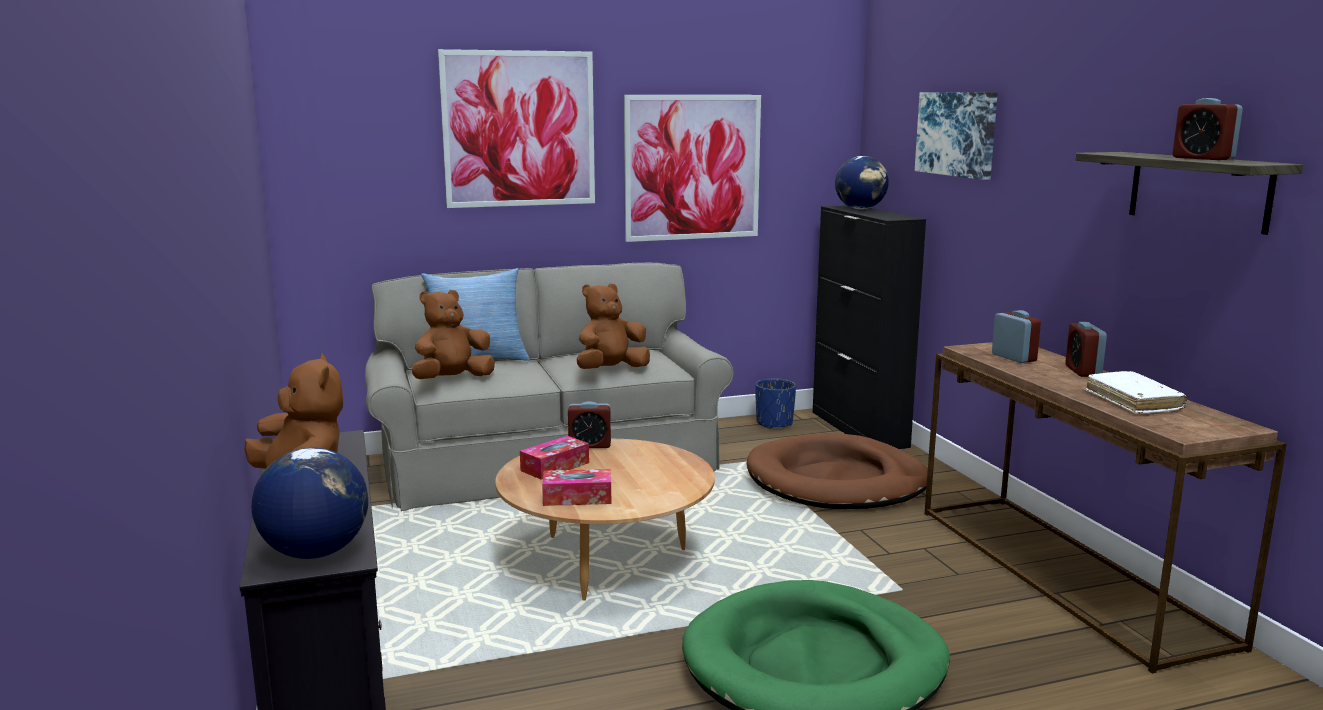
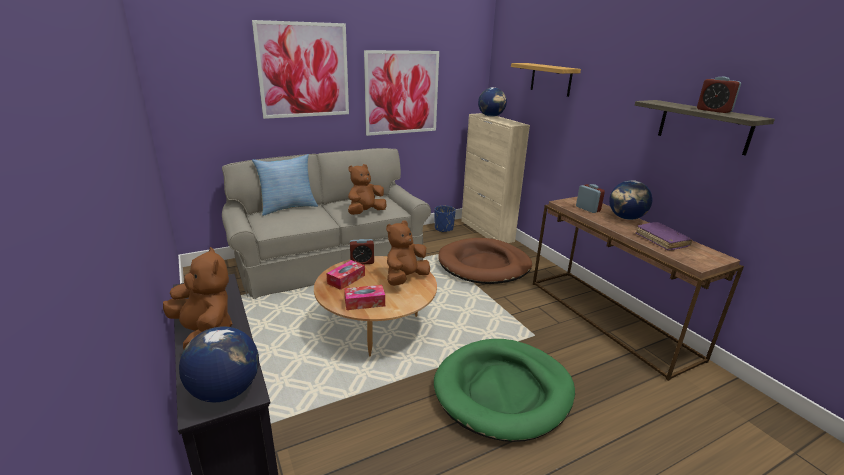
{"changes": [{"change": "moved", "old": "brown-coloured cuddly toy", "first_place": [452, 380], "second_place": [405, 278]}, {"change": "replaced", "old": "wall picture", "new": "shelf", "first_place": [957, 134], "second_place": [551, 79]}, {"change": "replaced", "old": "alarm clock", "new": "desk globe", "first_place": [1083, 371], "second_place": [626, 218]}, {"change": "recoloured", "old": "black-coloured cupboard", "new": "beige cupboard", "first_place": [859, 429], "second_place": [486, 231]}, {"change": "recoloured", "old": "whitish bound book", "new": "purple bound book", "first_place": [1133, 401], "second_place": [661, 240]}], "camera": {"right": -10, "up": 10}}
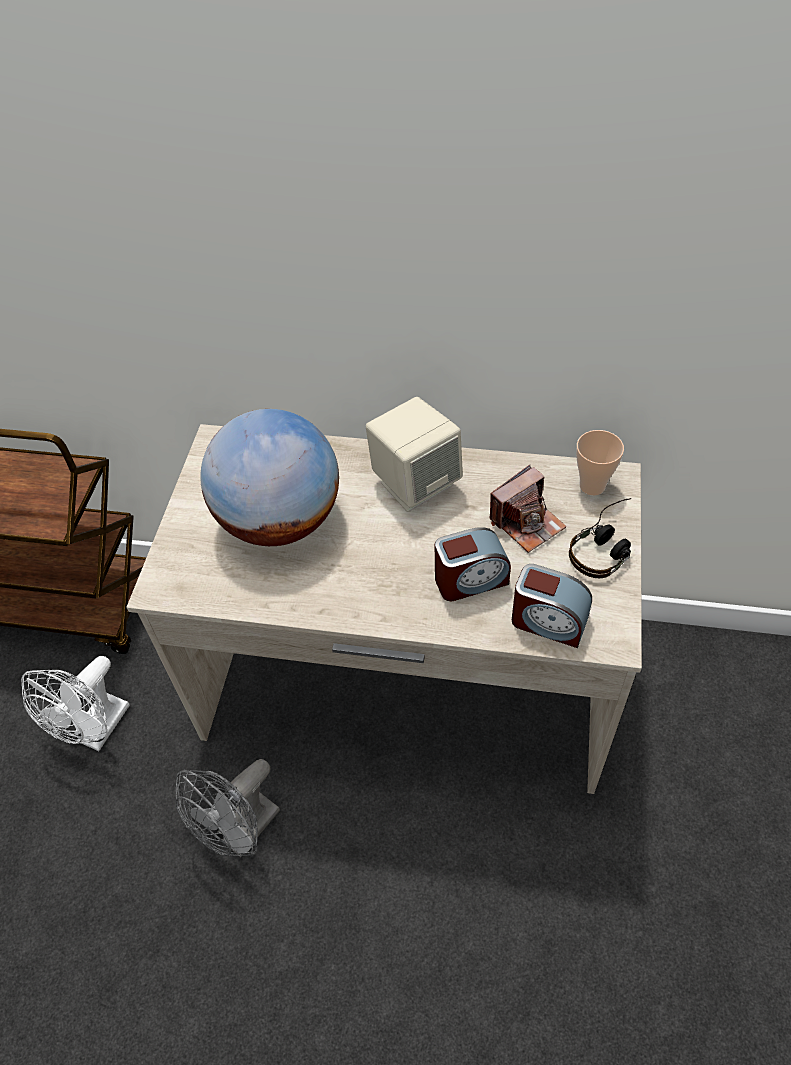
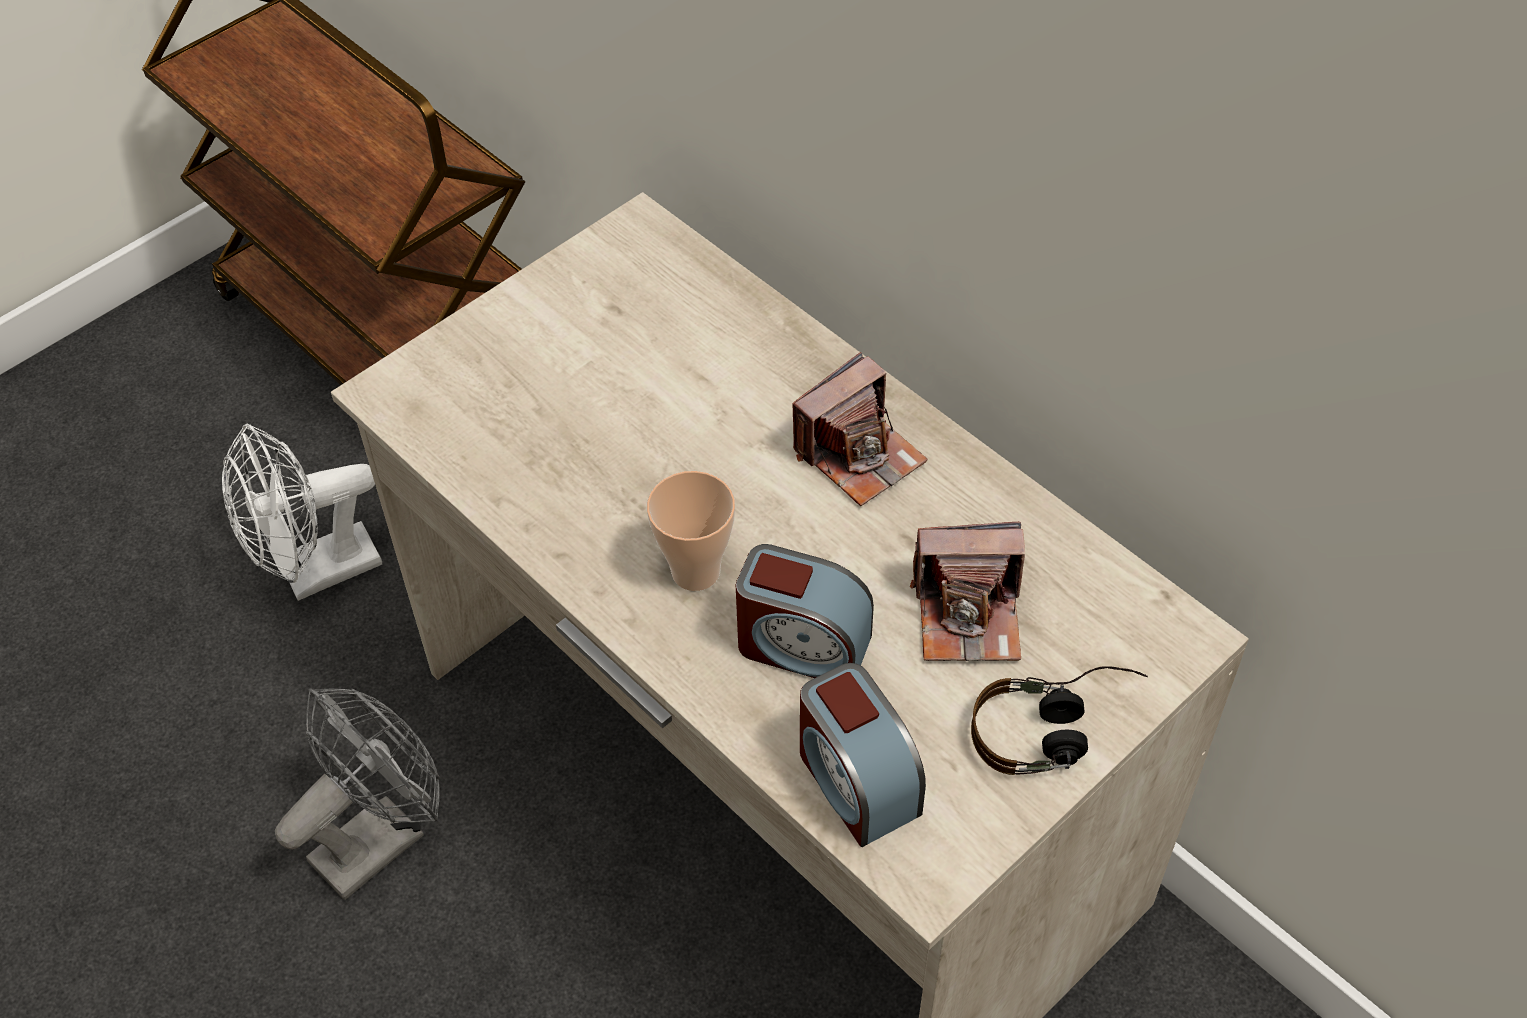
{"changes": [{"change": "removed", "old": "desk globe", "first_place": [280, 520]}, {"change": "moved", "old": "cup", "first_place": [592, 486], "second_place": [695, 571]}, {"change": "replaced", "old": "beige audio speaker", "new": "photo camera", "first_place": [415, 483], "second_place": [859, 454]}, {"change": "turned", "old": "grey cooling fan", "first_place": [241, 833], "second_place": [380, 836], "degrees": 150}], "camera": {"right": 35, "up": 0}}
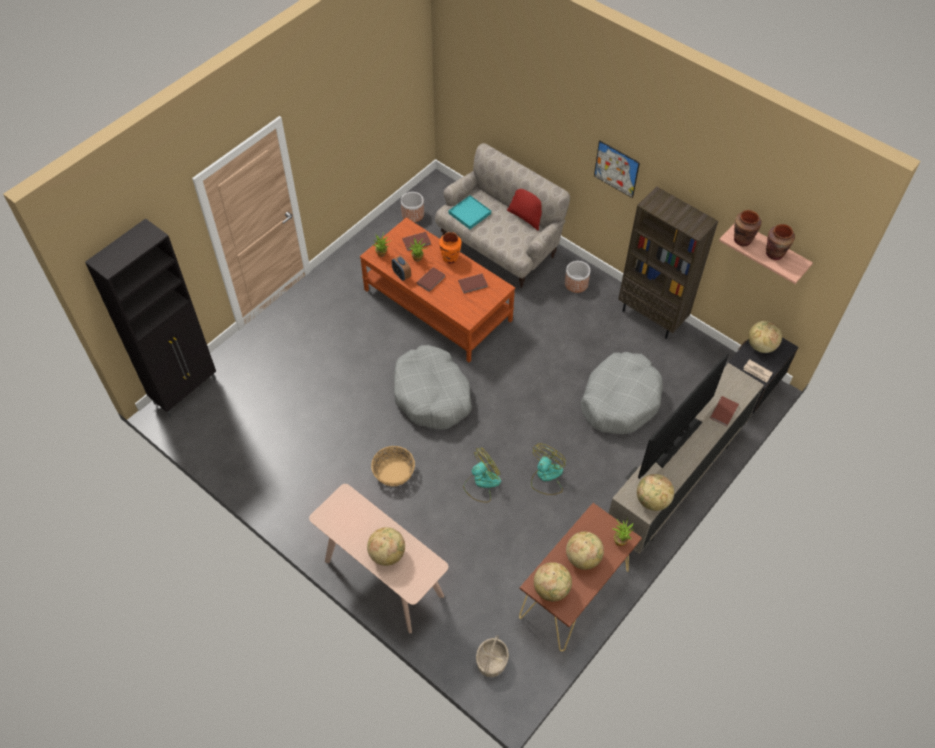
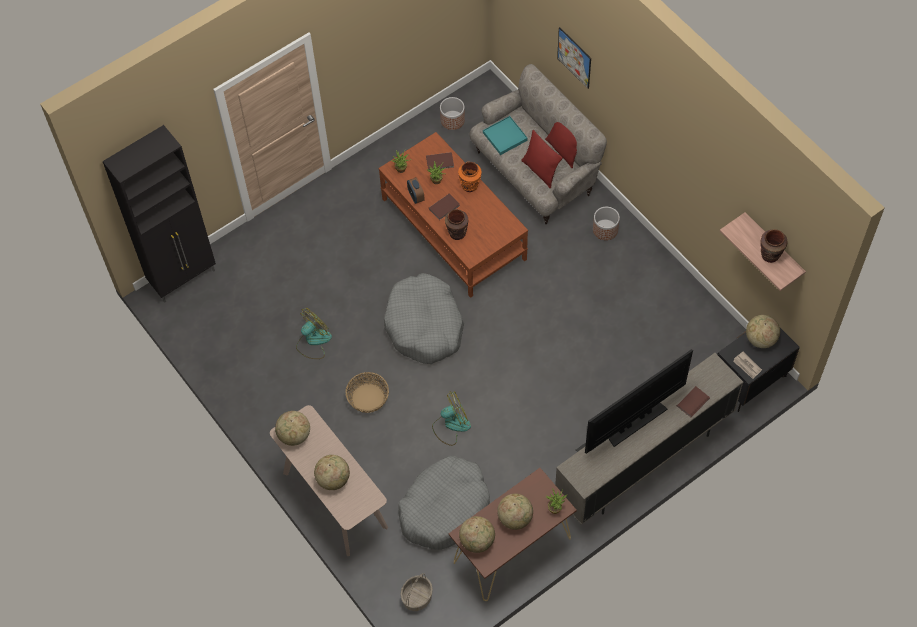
{"changes": [{"change": "removed", "old": "brown-coloured bound book", "first_place": [473, 284]}, {"change": "removed", "old": "brown-coloured shelving unit", "first_place": [652, 317]}, {"change": "added", "new": "red cushion", "second_place": [540, 171]}, {"change": "moved", "old": "cooling fan", "first_place": [546, 477], "second_place": [313, 341]}, {"change": "moved", "old": "grey dog bed", "first_place": [620, 400], "second_place": [445, 508]}, {"change": "moved", "old": "wall picture", "first_place": [616, 169], "second_place": [574, 58]}, {"change": "moved", "old": "desk globe", "first_place": [652, 501], "second_place": [294, 435]}, {"change": "moved", "old": "brown-coloured decorative vase", "first_place": [742, 240], "second_place": [457, 233]}], "camera": {"right": 15, "up": 5}}
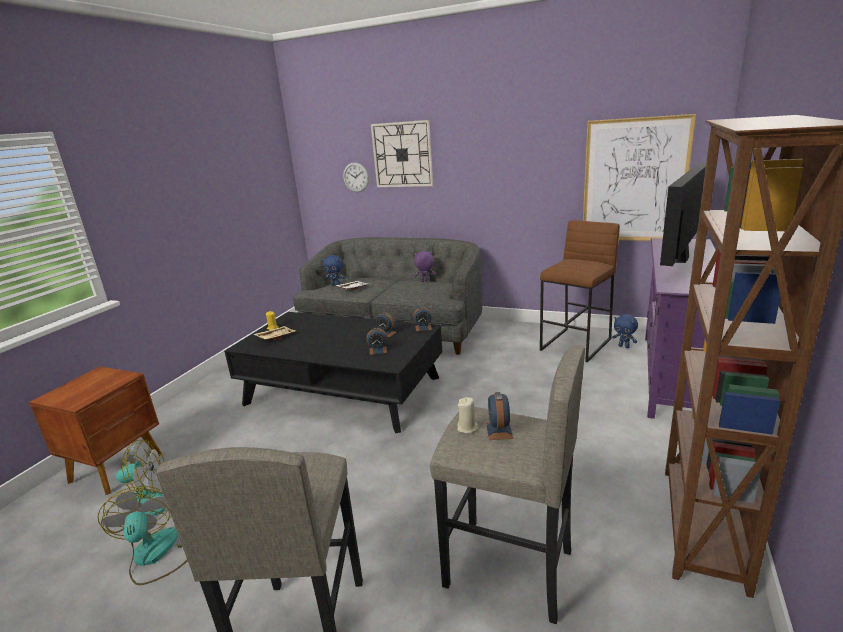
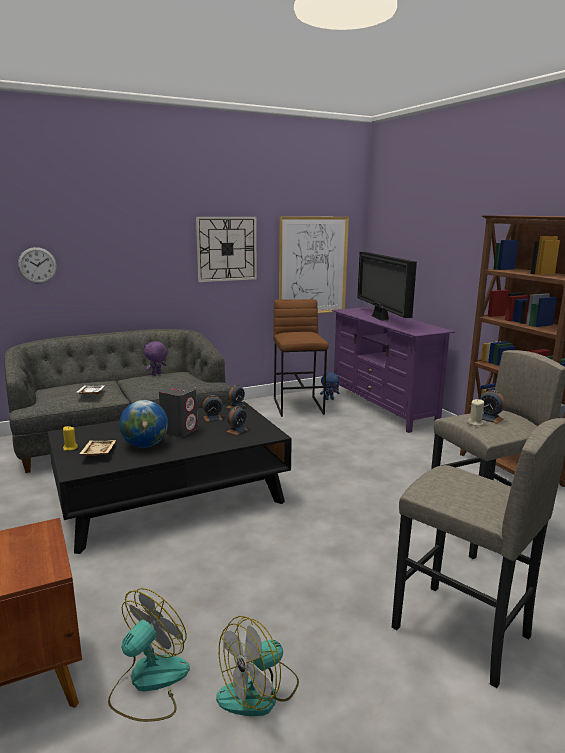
{"changes": [{"change": "removed", "old": "bluish cuddly toy", "first_place": [336, 284]}, {"change": "added", "new": "desk globe", "second_place": [145, 445]}, {"change": "added", "new": "grey audio speaker", "second_place": [180, 430]}, {"change": "moved", "old": "hanging clock", "first_place": [402, 154], "second_place": [227, 249]}, {"change": "turned", "old": "cooling fan", "first_place": [155, 556], "second_place": [259, 691], "degrees": -60}], "camera": {"right": -50, "up": -5}}
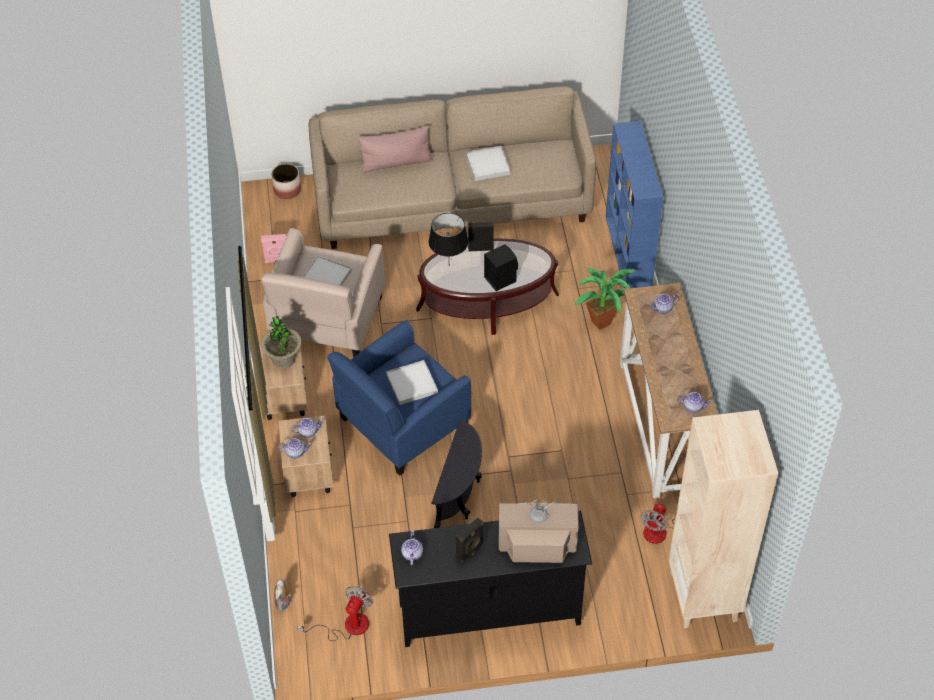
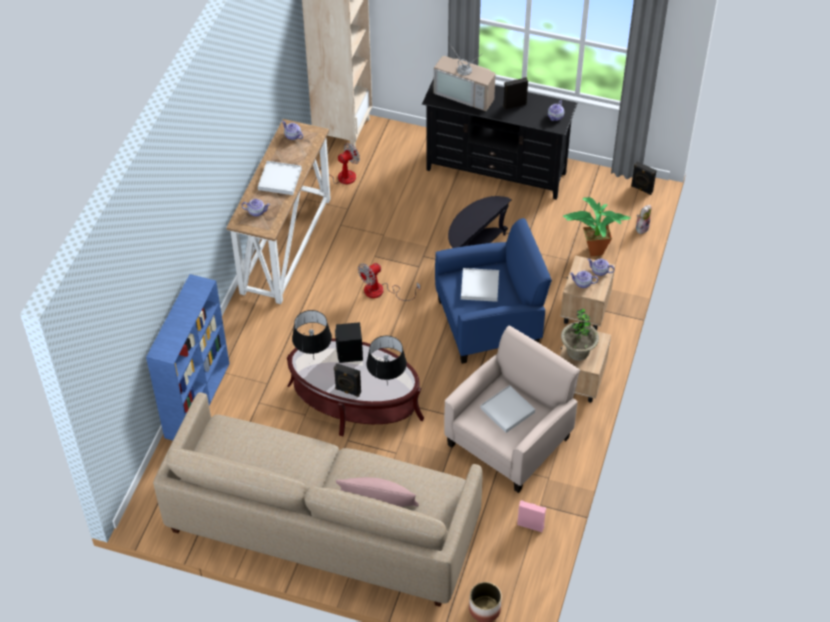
{"changes": [{"change": "added", "new": "black-coloured table lamp", "second_place": [313, 359]}, {"change": "added", "new": "black-coloured audio speaker", "second_place": [641, 189]}, {"change": "moved", "old": "cooling fan", "first_place": [347, 626], "second_place": [381, 291]}, {"change": "moved", "old": "whitish carrying tray", "first_place": [488, 165], "second_place": [279, 179]}, {"change": "moved", "old": "houseplant", "first_place": [605, 322], "second_place": [591, 250]}], "camera": {"right": -155, "up": 0}}
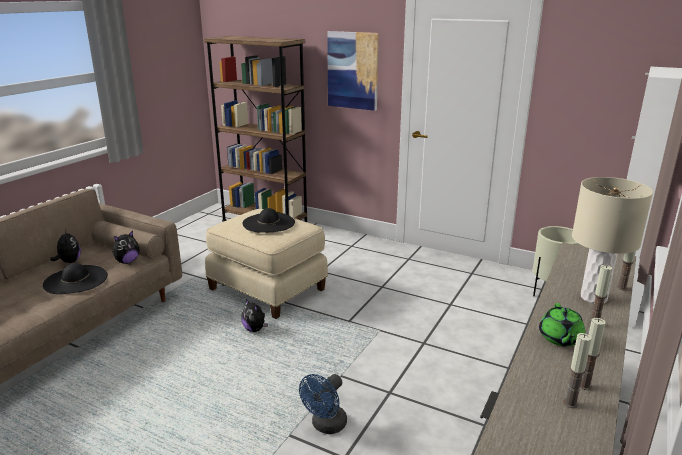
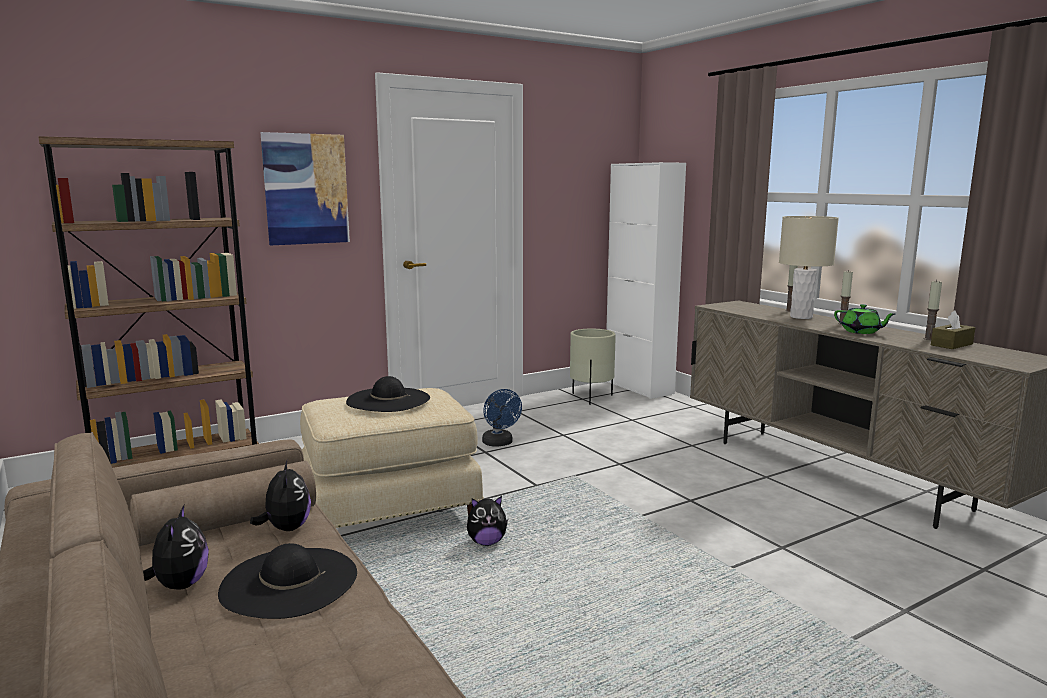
{"changes": [{"change": "moved", "old": "bluish cooling fan", "first_place": [326, 426], "second_place": [499, 443]}, {"change": "replaced", "old": "candle", "new": "brown-coloured tissue holder", "first_place": [570, 403], "second_place": [951, 344]}, {"change": "turned", "old": "cuddly toy", "first_place": [69, 262], "second_place": [179, 585], "degrees": 75}], "camera": {"right": -60, "up": -10}}
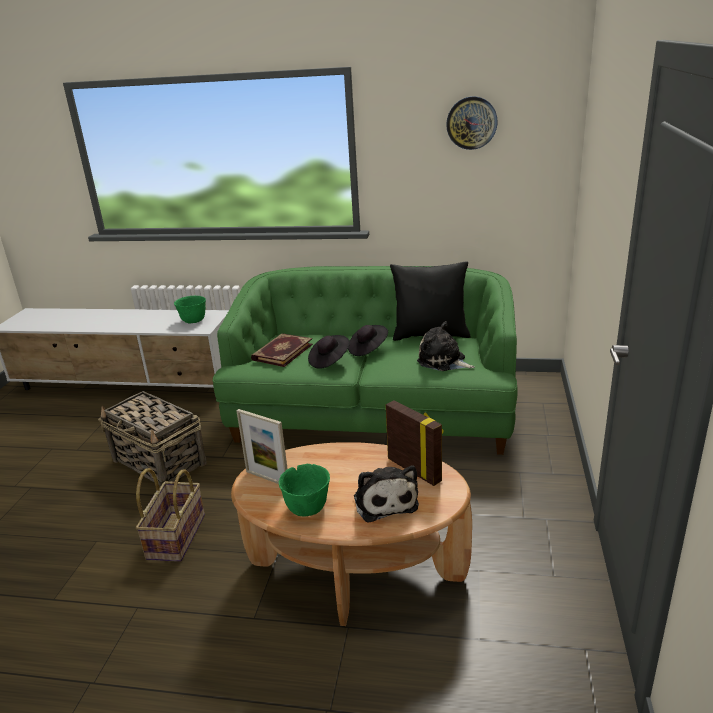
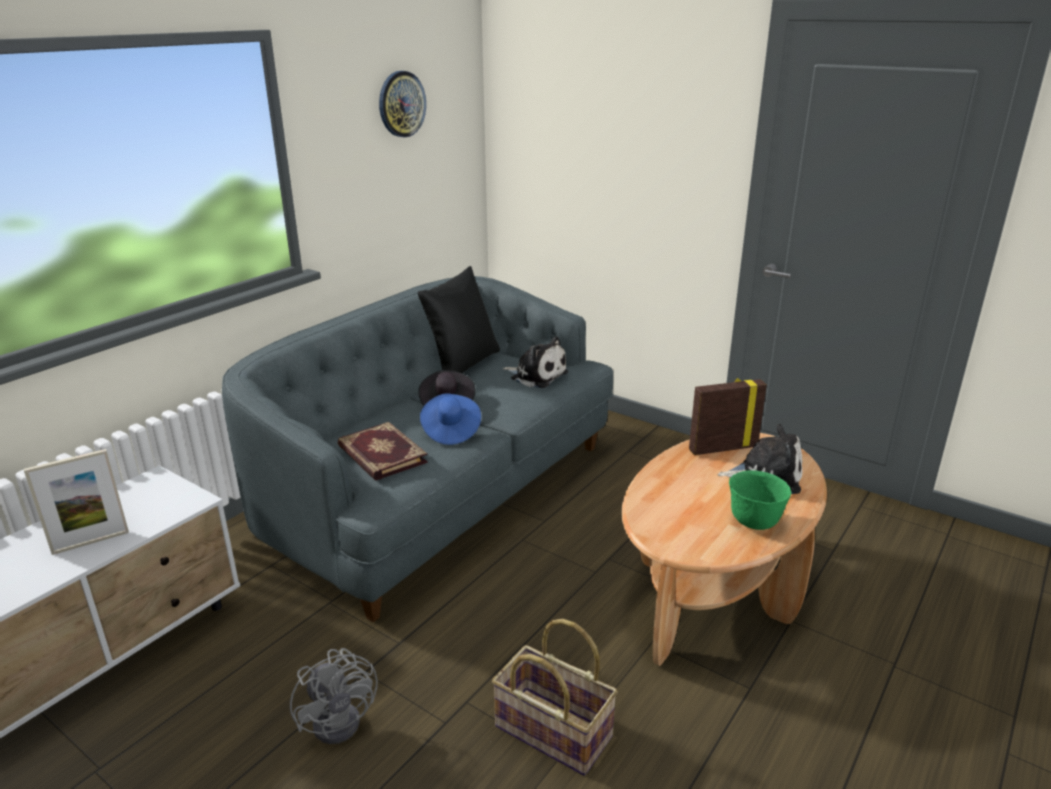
{"changes": [{"change": "removed", "old": "greenish bowl", "first_place": [193, 321]}, {"change": "moved", "old": "picture frame", "first_place": [267, 478], "second_place": [91, 542]}, {"change": "replaced", "old": "basket", "new": "grey cooling fan", "first_place": [160, 463], "second_place": [343, 717]}, {"change": "recoloured", "old": "greenish couch", "new": "grey couch", "first_place": [373, 415], "second_place": [441, 495]}, {"change": "recoloured", "old": "black-coloured clothing hat", "new": "bluish clothing hat", "first_place": [329, 360], "second_place": [450, 431]}, {"change": "turned", "old": "cuddly toy", "first_place": [443, 361], "second_place": [536, 375], "degrees": -120}], "camera": {"right": -65, "up": 0}}
